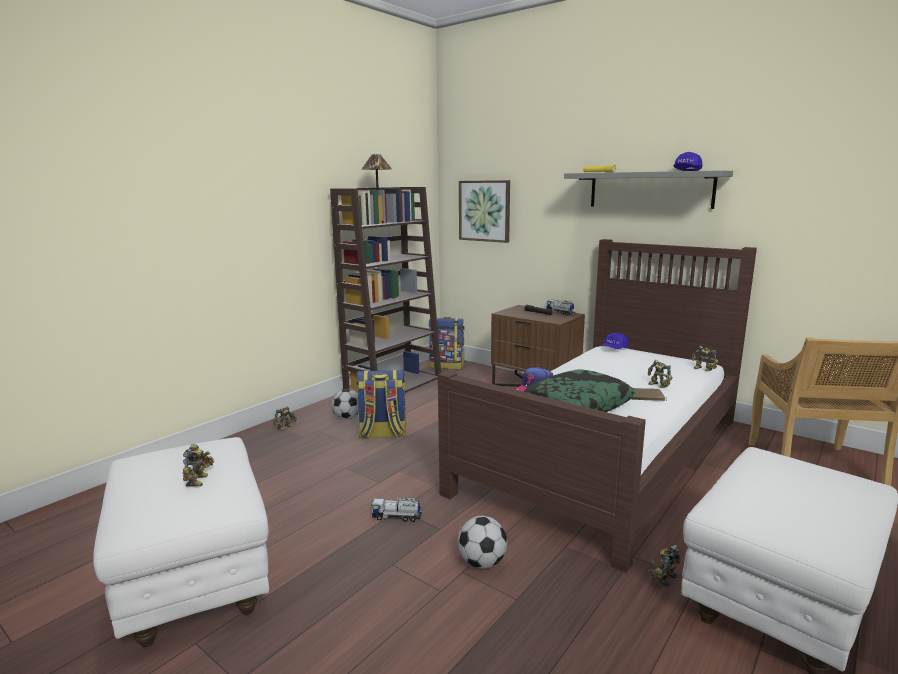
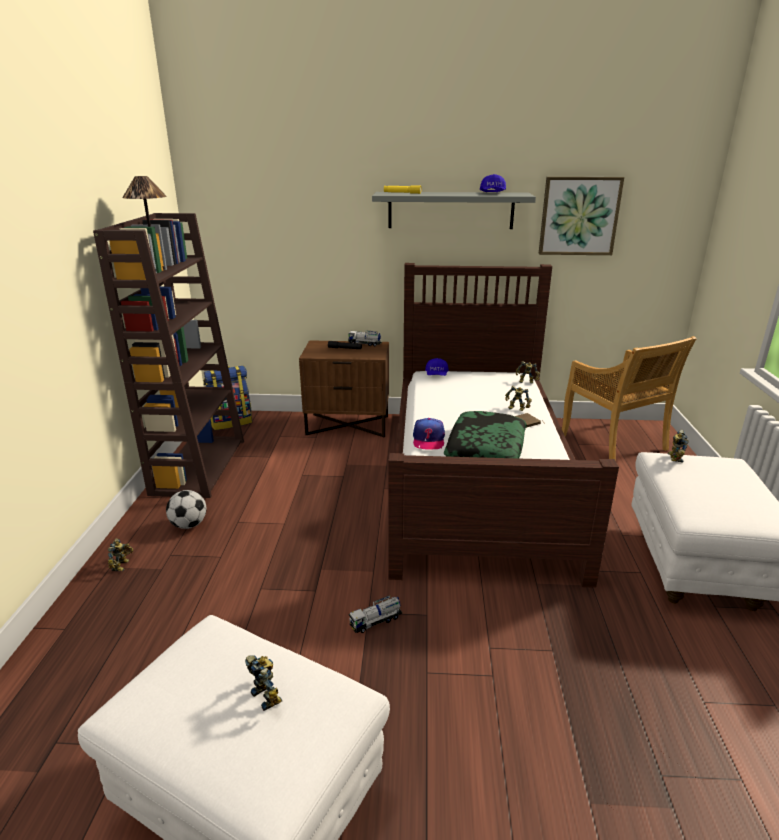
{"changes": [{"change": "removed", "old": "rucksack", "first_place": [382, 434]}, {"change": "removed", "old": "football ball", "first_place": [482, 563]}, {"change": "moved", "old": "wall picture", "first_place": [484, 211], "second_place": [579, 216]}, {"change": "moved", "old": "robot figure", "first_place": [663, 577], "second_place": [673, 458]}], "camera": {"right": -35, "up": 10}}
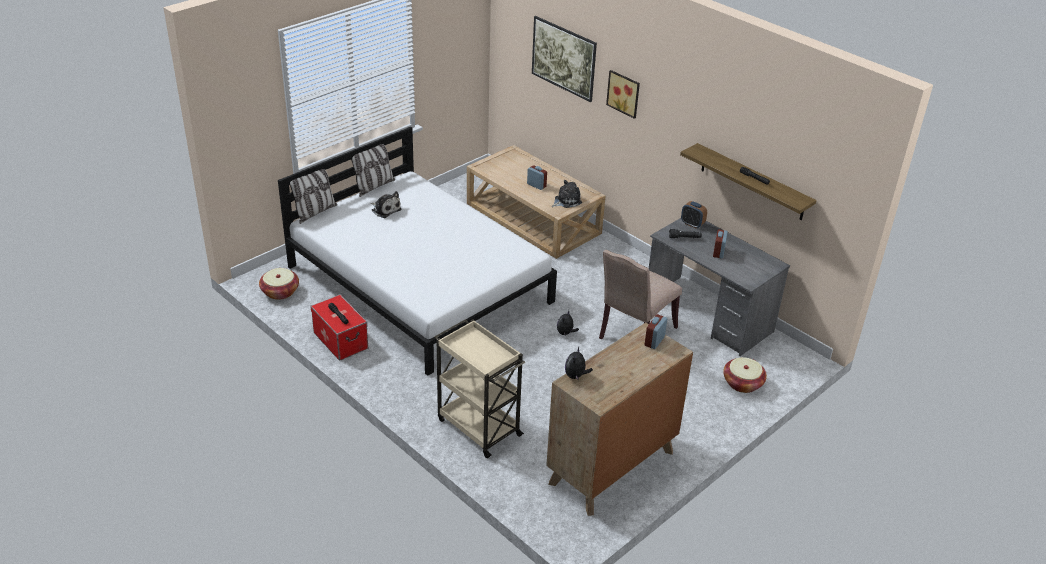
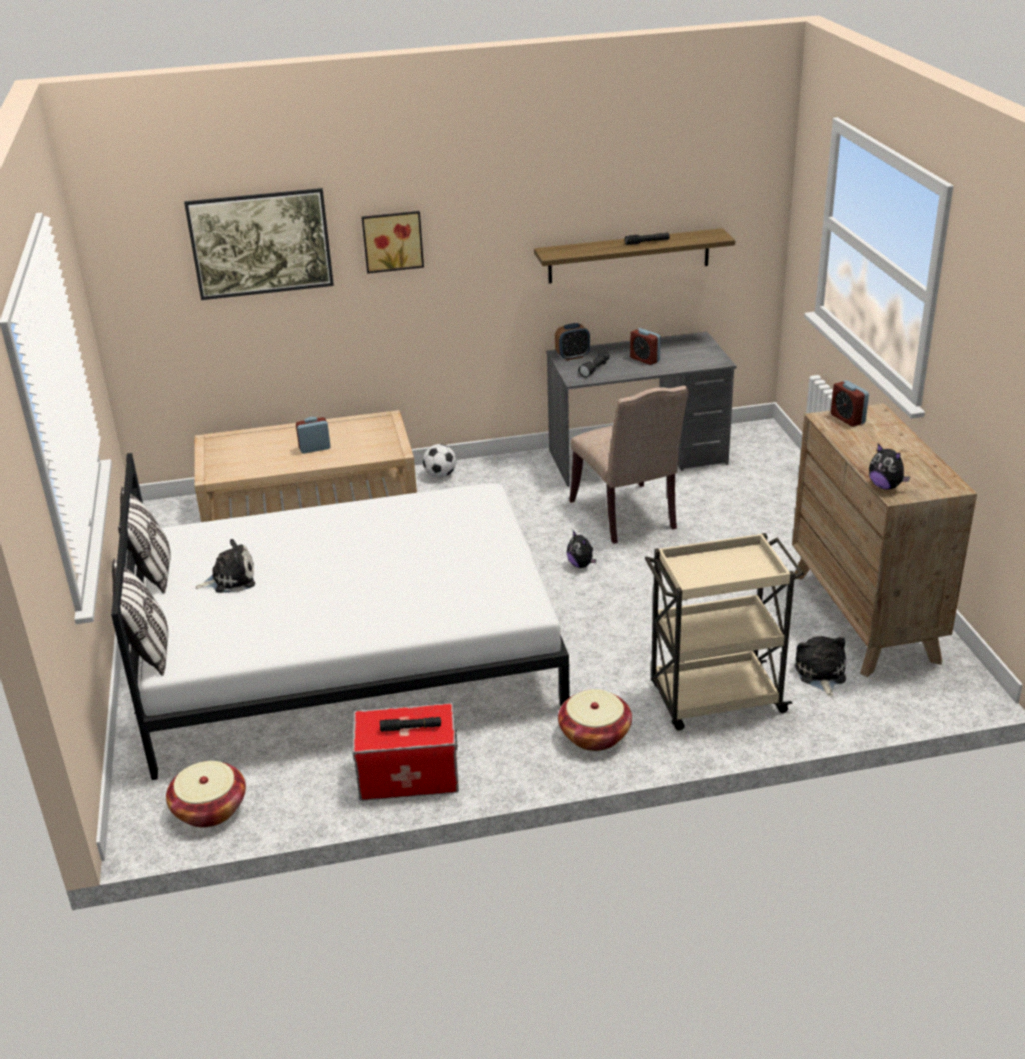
{"changes": [{"change": "added", "new": "football ball", "second_place": [440, 475]}, {"change": "moved", "old": "cuddly toy", "first_place": [566, 201], "second_place": [820, 674]}, {"change": "moved", "old": "basket", "first_place": [742, 383], "second_place": [595, 735]}], "camera": {"right": -55, "up": -5}}
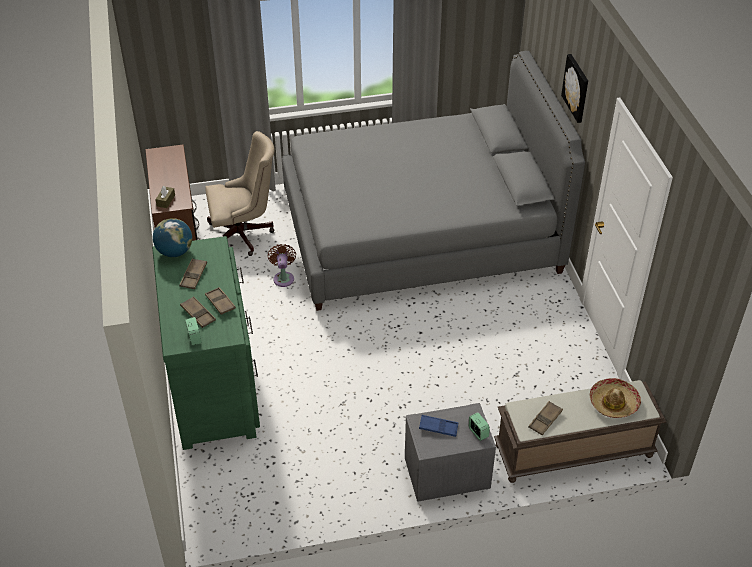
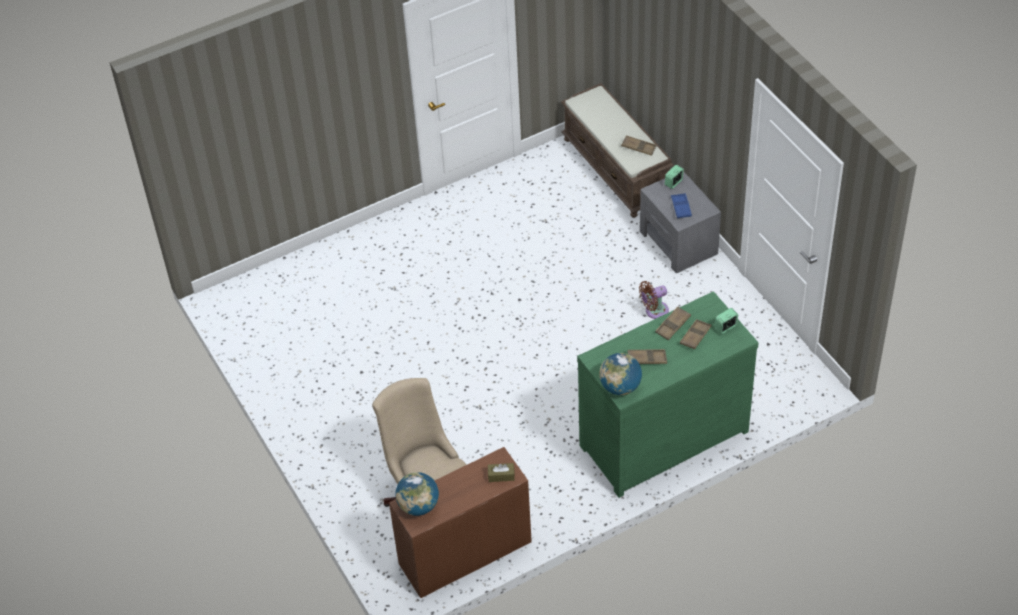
{"changes": [{"change": "removed", "old": "grey sleeping bed", "first_place": [420, 232]}, {"change": "removed", "old": "wall picture", "first_place": [577, 88]}, {"change": "removed", "old": "clothing hat", "first_place": [613, 403]}, {"change": "added", "new": "desk globe", "second_place": [418, 506]}, {"change": "moved", "old": "brown-coloured cooling fan", "first_place": [283, 277], "second_place": [654, 311]}], "camera": {"right": -105, "up": 5}}
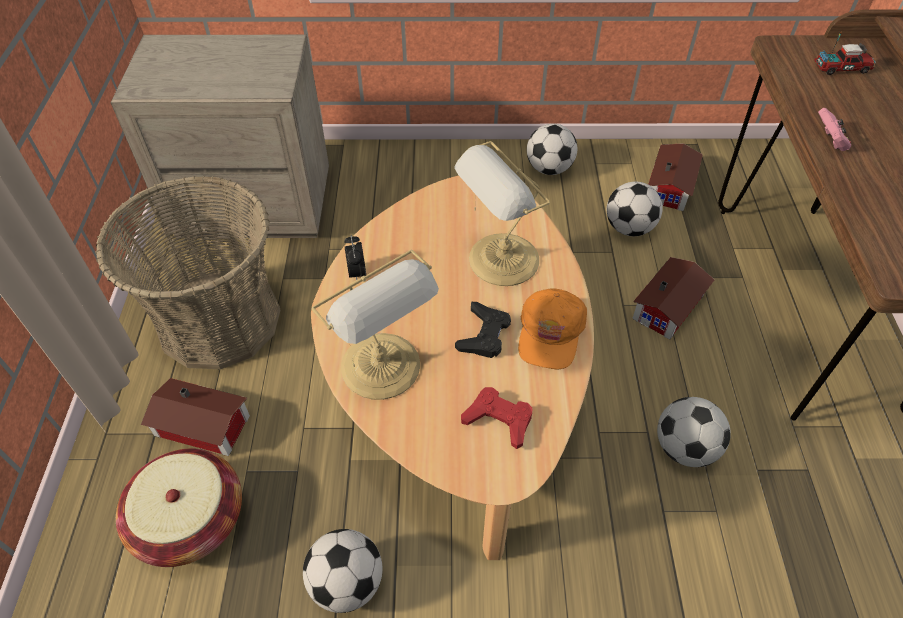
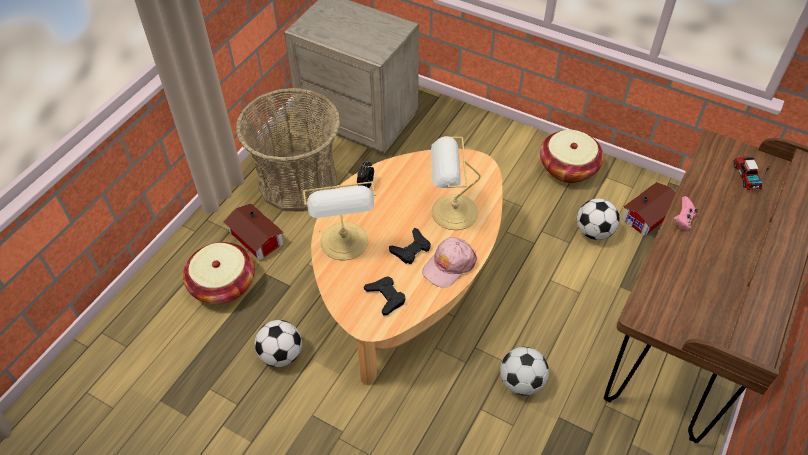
{"changes": [{"change": "removed", "old": "toy house", "first_place": [671, 306]}, {"change": "replaced", "old": "football ball", "new": "basket", "first_place": [549, 169], "second_place": [568, 168]}, {"change": "recoloured", "old": "red gamepad", "new": "black-coloured gamepad", "first_place": [499, 419], "second_place": [386, 297]}, {"change": "recoloured", "old": "orangey peaked cap", "new": "pinkish peaked cap", "first_place": [550, 333], "second_place": [449, 265]}, {"change": "turned", "old": "toy truck", "first_place": [842, 68], "second_place": [745, 176], "degrees": -120}], "camera": {"right": 30, "up": 0}}
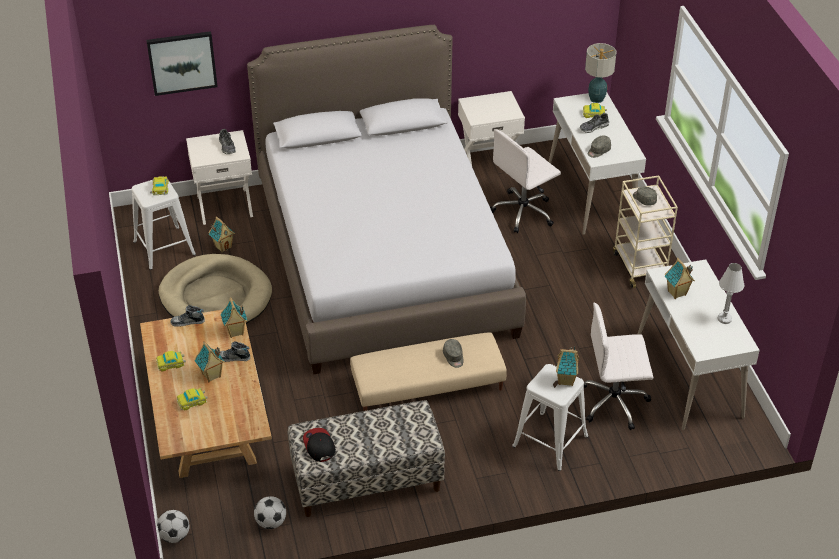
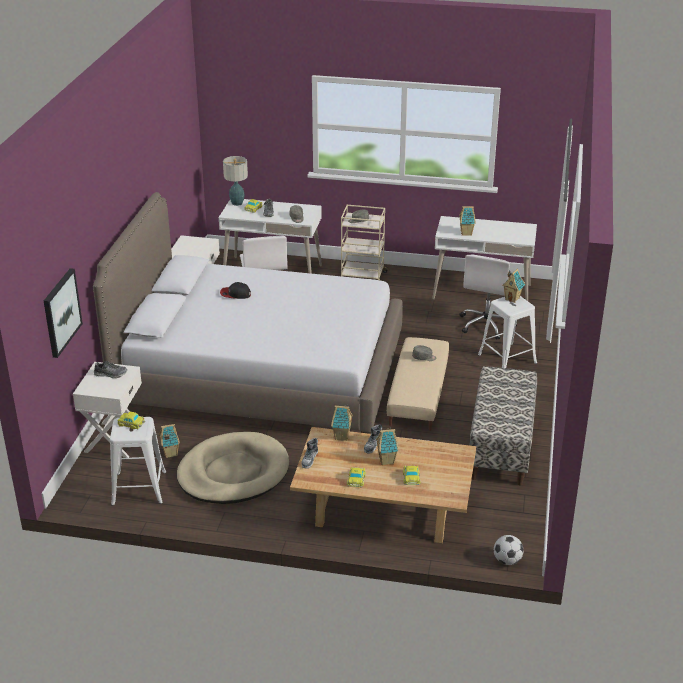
{"changes": [{"change": "removed", "old": "football ball", "first_place": [271, 522]}, {"change": "removed", "old": "whitish table lamp", "first_place": [724, 319]}, {"change": "moved", "old": "peaked cap", "first_place": [319, 446], "second_place": [235, 294]}], "camera": {"right": -65, "up": -10}}
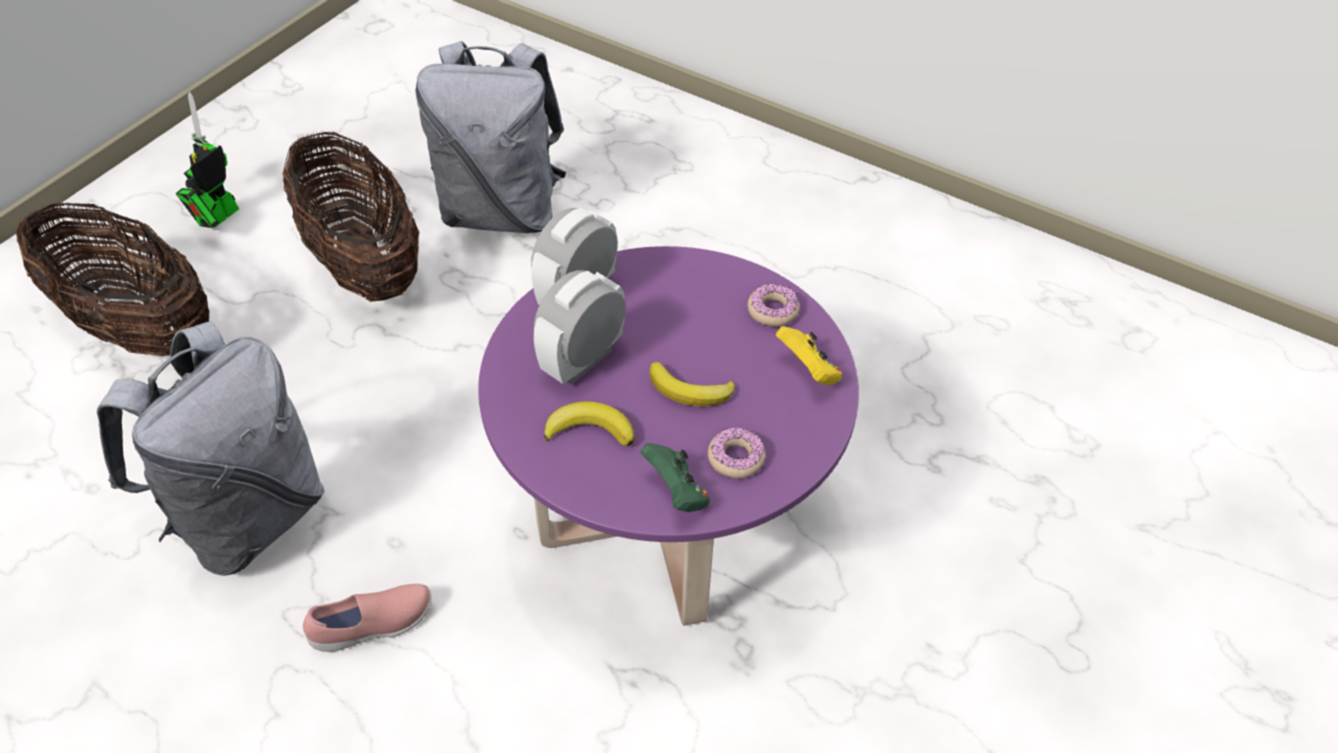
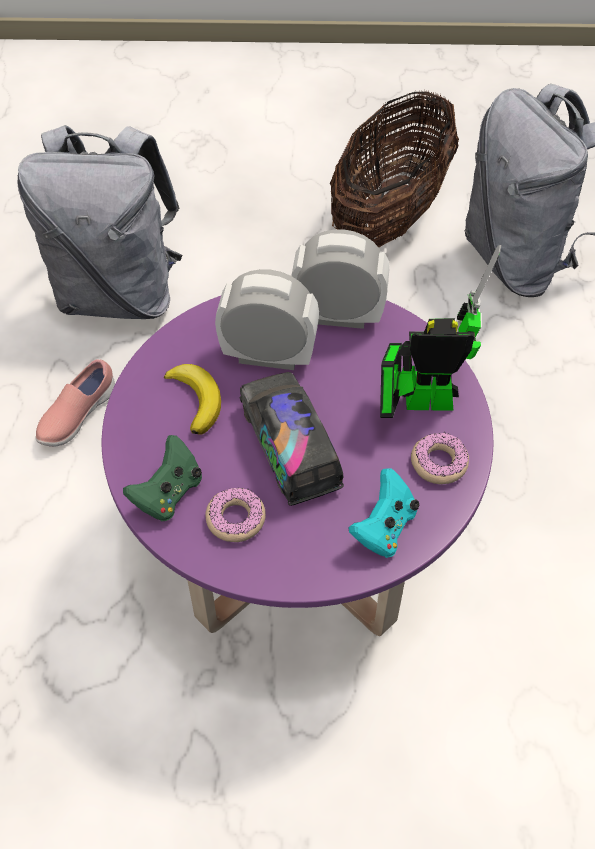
{"changes": [{"change": "removed", "old": "basket", "first_place": [136, 327]}, {"change": "moved", "old": "robot figure", "first_place": [217, 218], "second_place": [420, 401]}, {"change": "replaced", "old": "whole banana", "new": "toy truck", "first_place": [690, 391], "second_place": [290, 447]}, {"change": "recoloured", "old": "yellowish gamepad", "new": "turquoise-coloured gamepad", "first_place": [809, 371], "second_place": [384, 528]}, {"change": "turned", "old": "pinkish low shoe", "first_place": [373, 626], "second_place": [77, 416], "degrees": 90}], "camera": {"right": 60, "up": 5}}
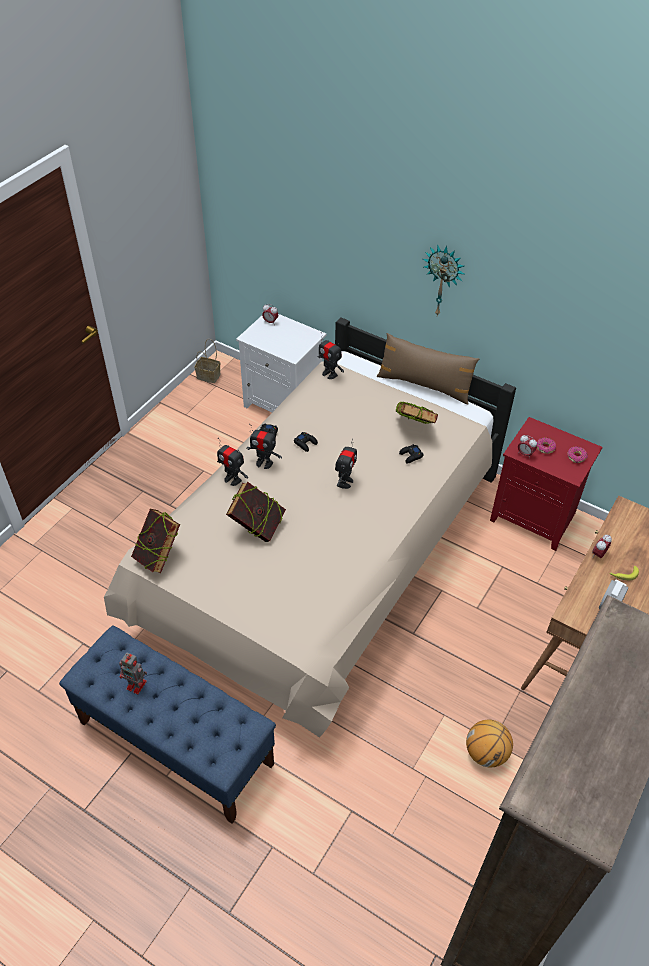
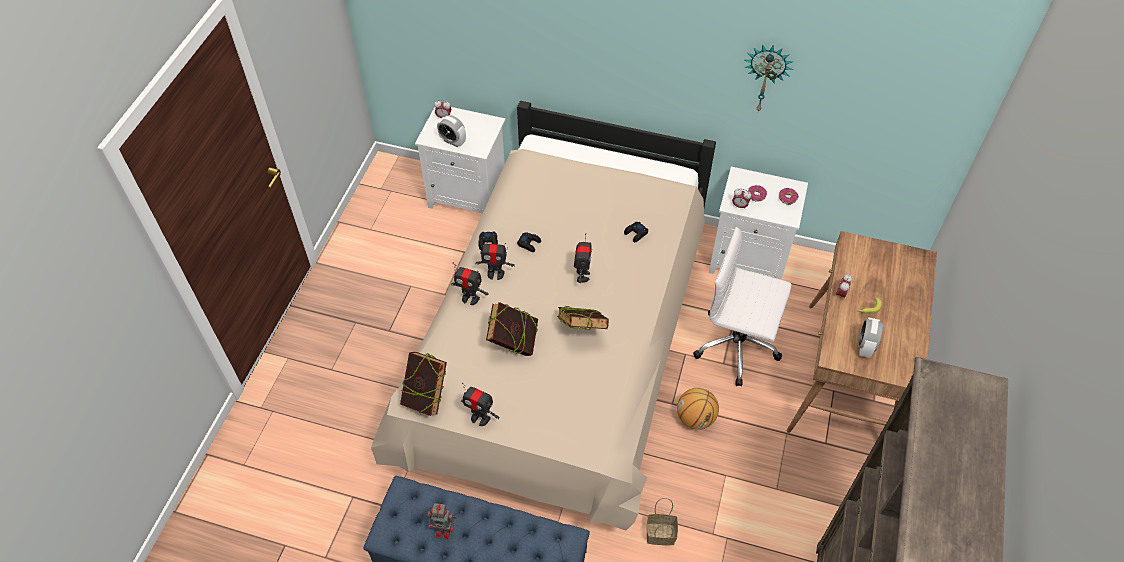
{"changes": [{"change": "removed", "old": "brown-coloured cushion", "first_place": [424, 385]}, {"change": "added", "new": "alarm clock", "second_place": [453, 141]}, {"change": "added", "new": "whitish computer chair", "second_place": [738, 346]}, {"change": "moved", "old": "basket", "first_place": [209, 376], "second_place": [661, 533]}, {"change": "moved", "old": "robot figure", "first_place": [329, 374], "second_place": [480, 418]}, {"change": "moved", "old": "bound book", "first_place": [414, 429], "second_place": [581, 332]}, {"change": "moved", "old": "hanging clock", "first_place": [443, 280], "second_place": [765, 77]}, {"change": "moved", "old": "basketball", "first_place": [486, 753], "second_place": [695, 418]}, {"change": "recoloured", "old": "red night table", "new": "whitish night table", "first_place": [535, 517], "second_place": [749, 259]}], "camera": {"right": -15, "up": 5}}
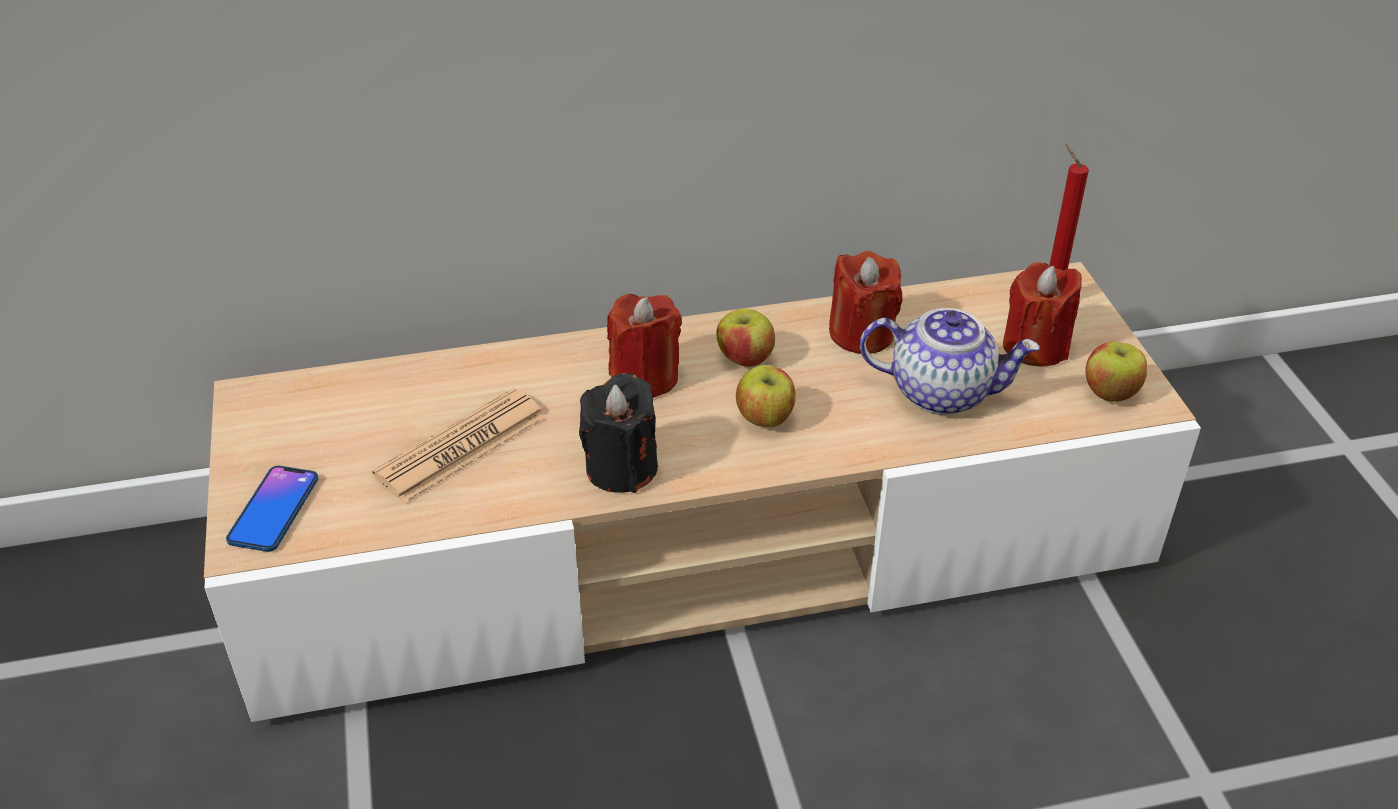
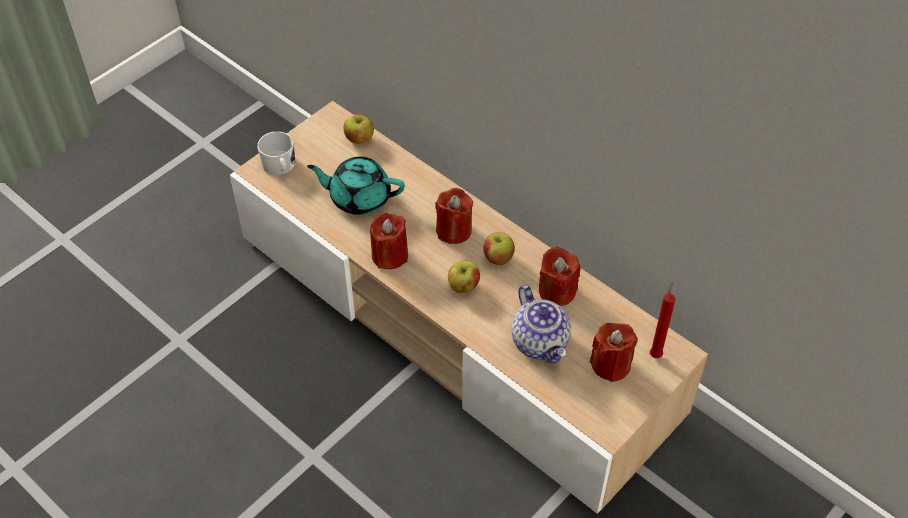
{"changes": [{"change": "moved", "old": "apple", "first_place": [1110, 392], "second_place": [359, 139]}, {"change": "replaced", "old": "handset", "new": "whitish mug", "first_place": [274, 510], "second_place": [280, 166]}, {"change": "replaced", "old": "printed paper", "new": "turquoise-coloured tea pot", "first_place": [461, 446], "second_place": [359, 197]}, {"change": "recoloured", "old": "black-coloured candle", "new": "red candle", "first_place": [621, 468], "second_place": [390, 255]}], "camera": {"right": 55, "up": 10}}
